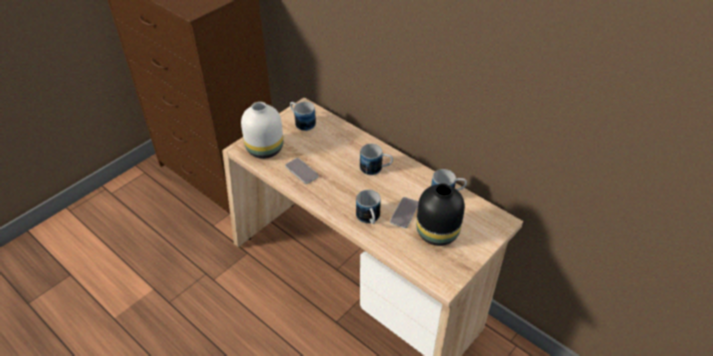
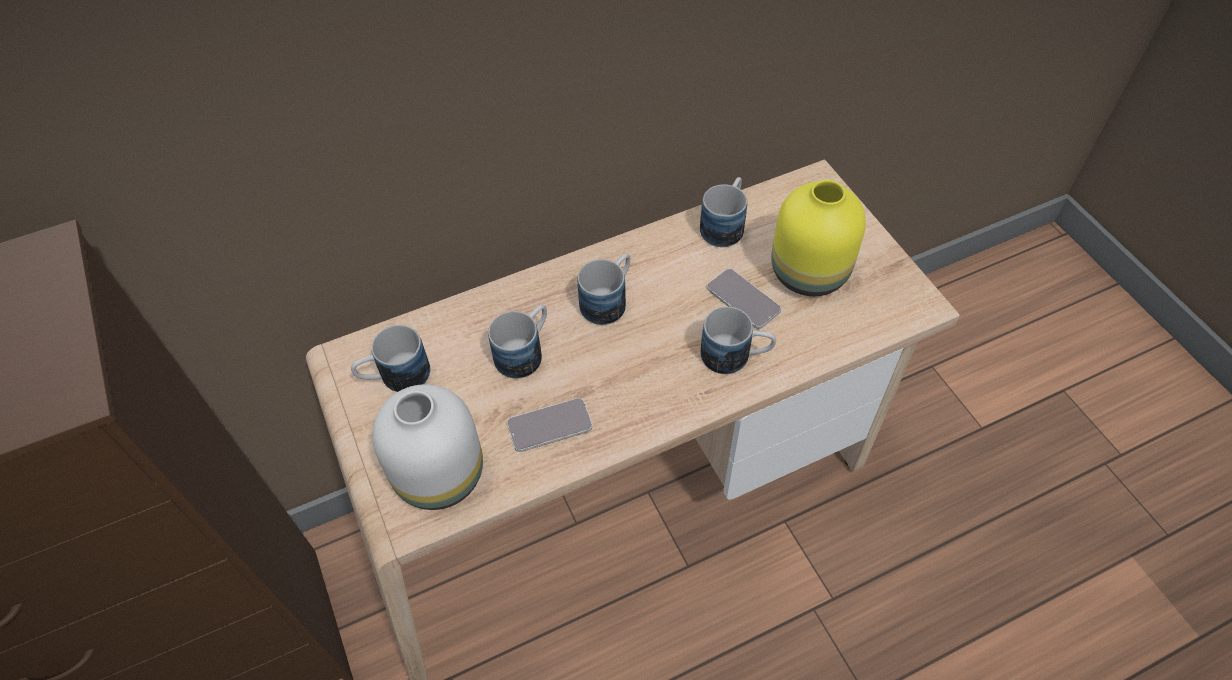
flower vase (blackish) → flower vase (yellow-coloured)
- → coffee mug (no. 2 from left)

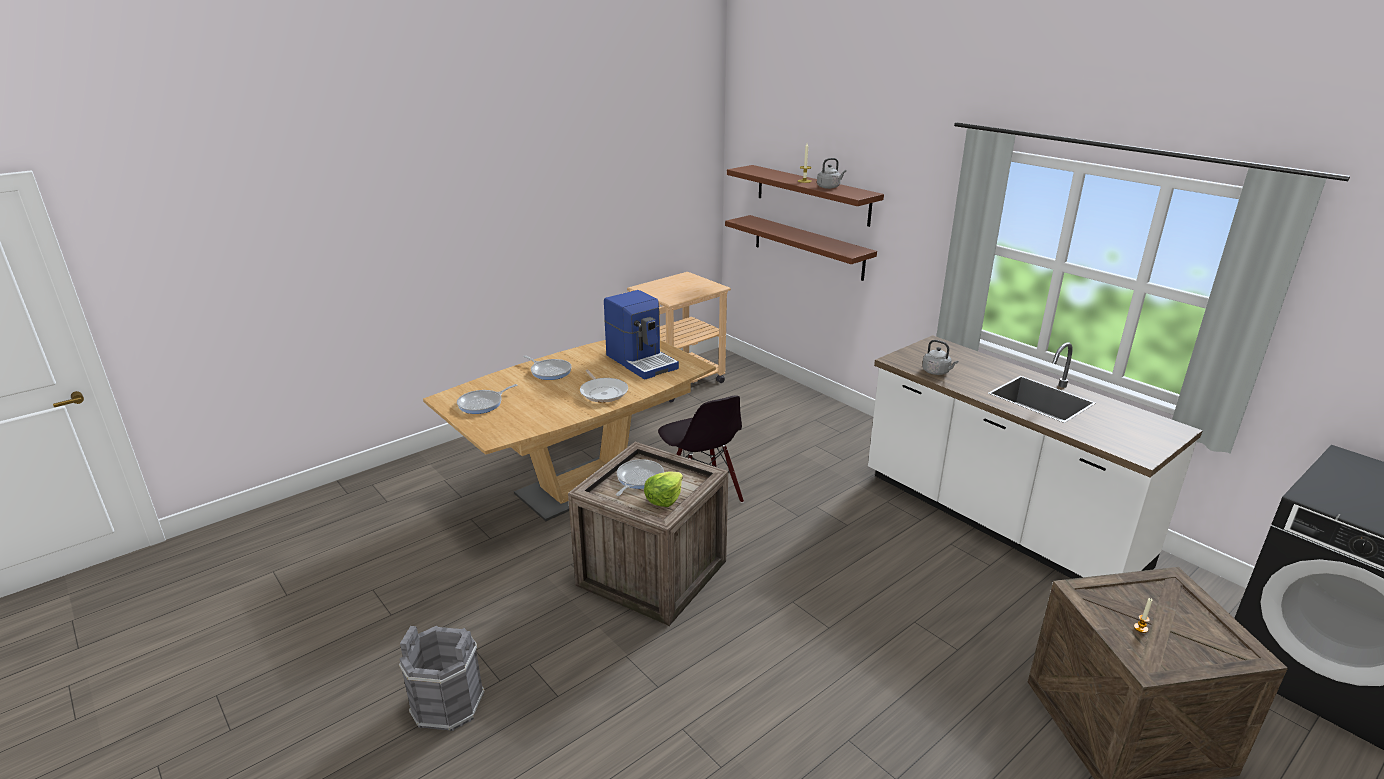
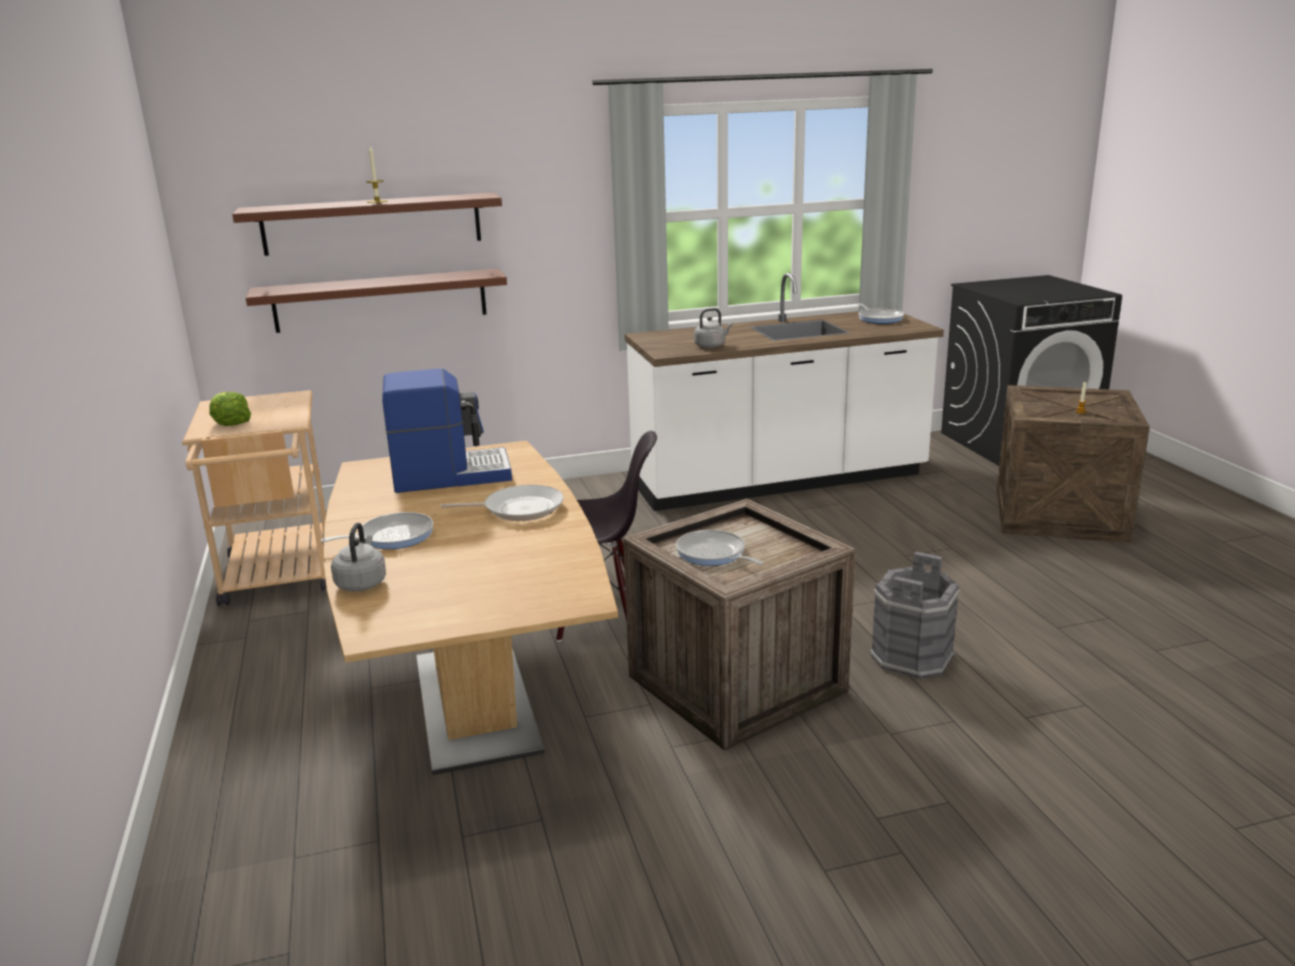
tea kettle (grey) (no. 1 from left), relocated
frying pan (no. 1 from left in the first image) → frying pan (no. 4 from left), relocated
lettuce, relocated
bucket (grey), relocated

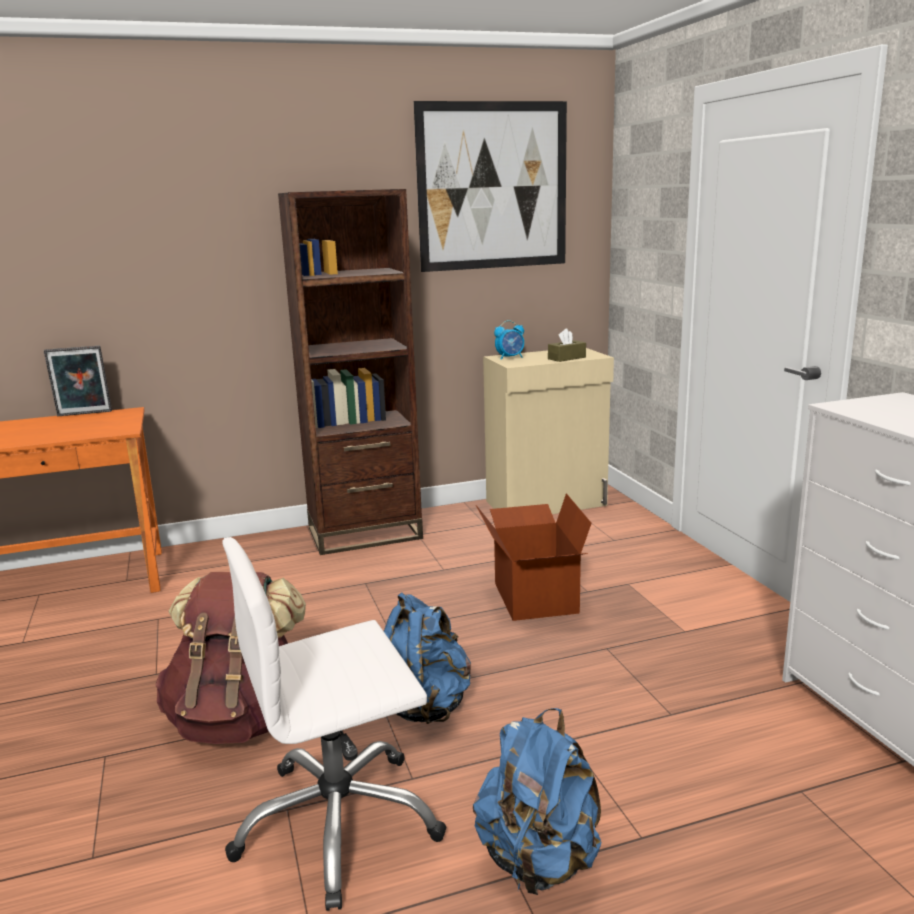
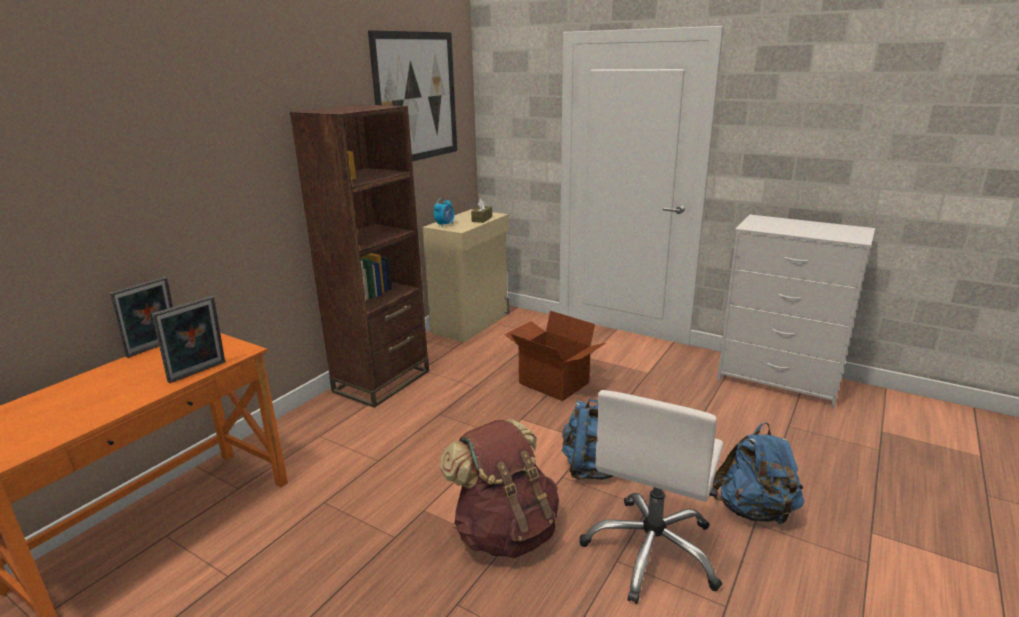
- → standing frame (no. 2 from left)

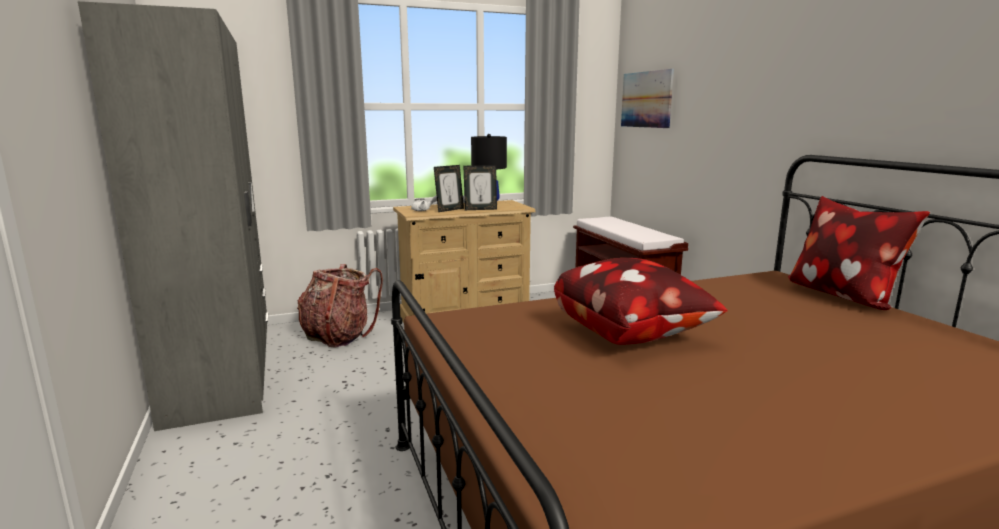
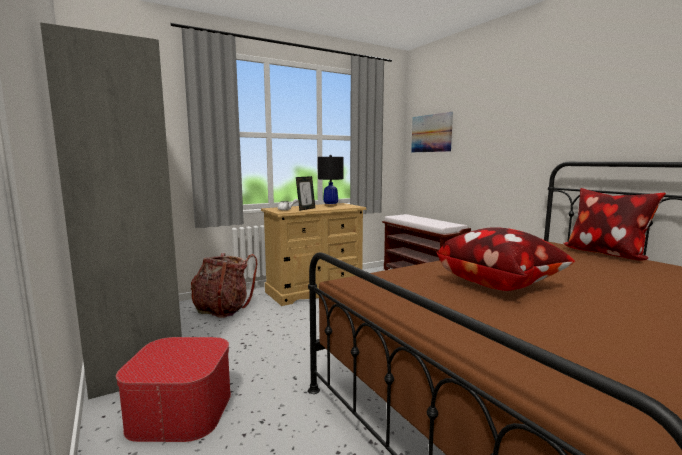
standing frame (no. 2 from left) → -
- → pouffe

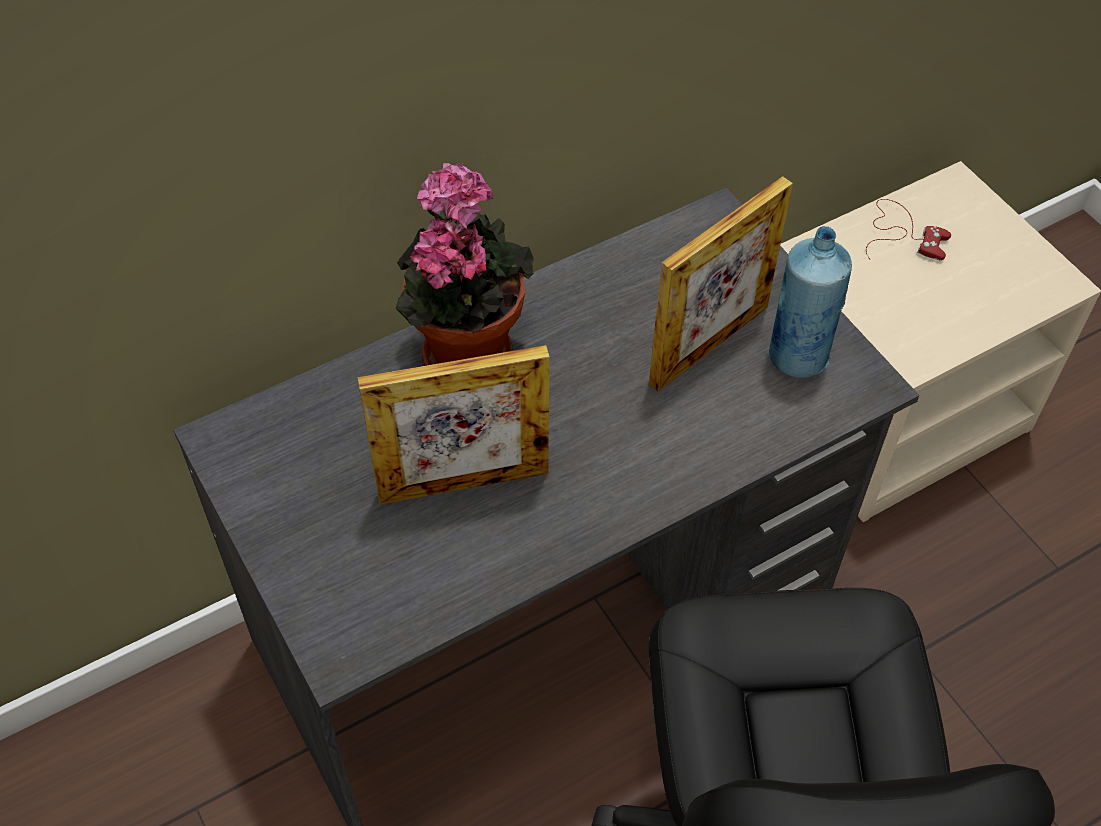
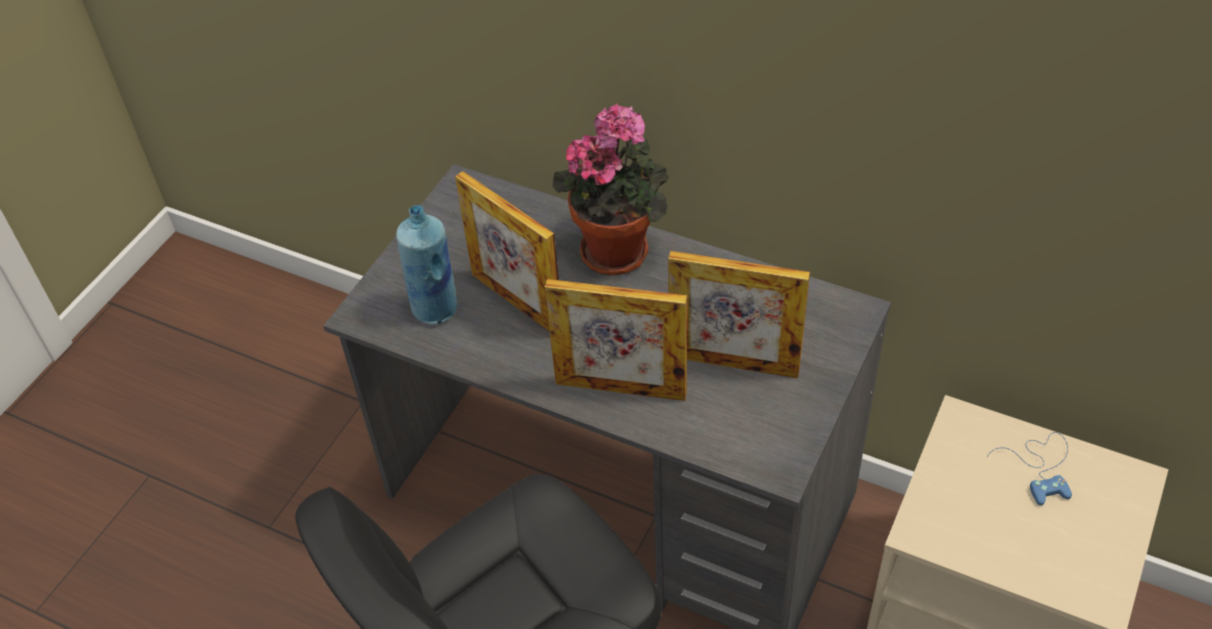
joypad (red) → joypad (bluish)
beverage bottle (bluish), relocated
- → standing frame (no. 2 from left)

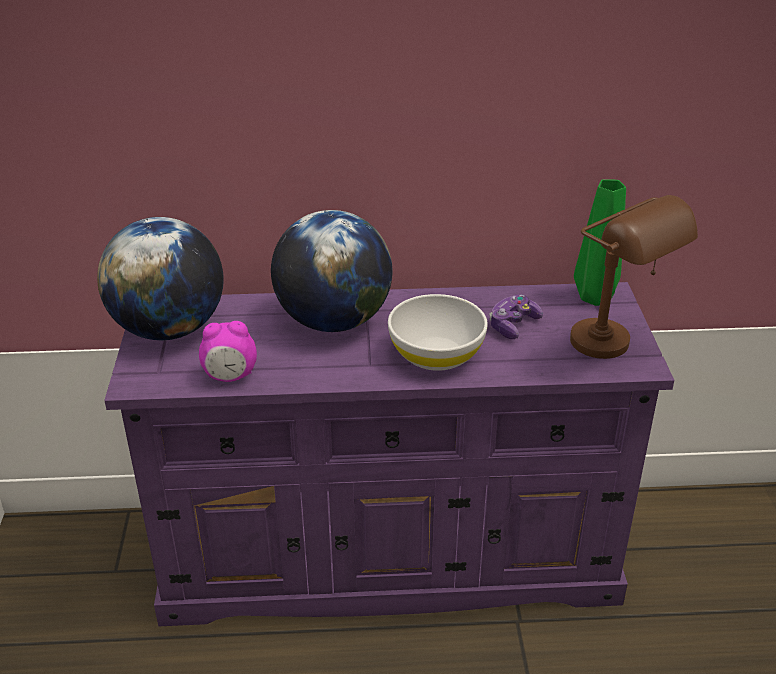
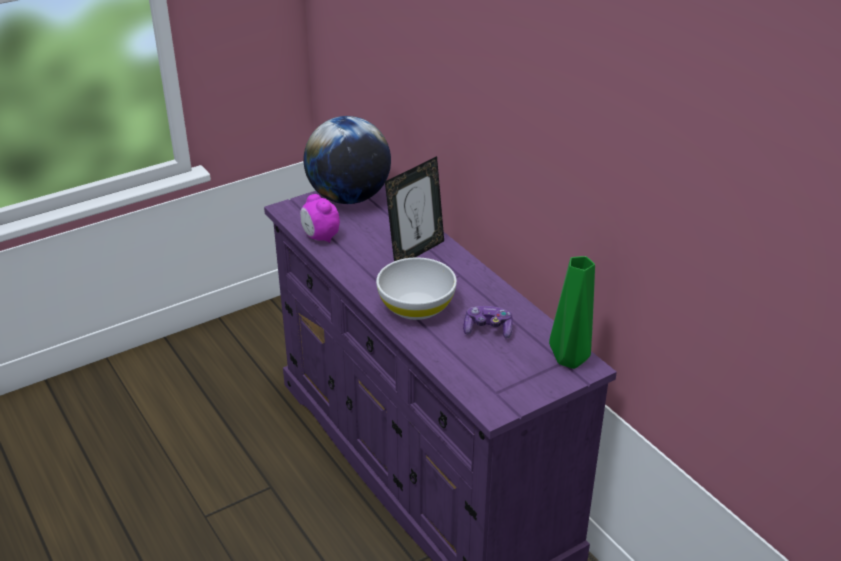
table lamp (brown-coloured) → -
desk globe (no. 2 from left) → standing frame

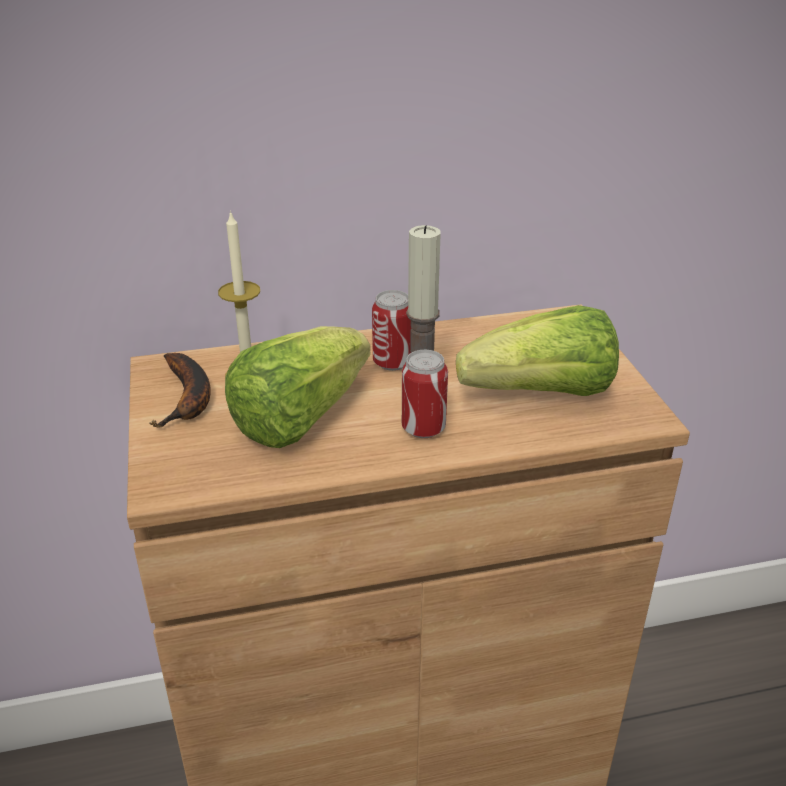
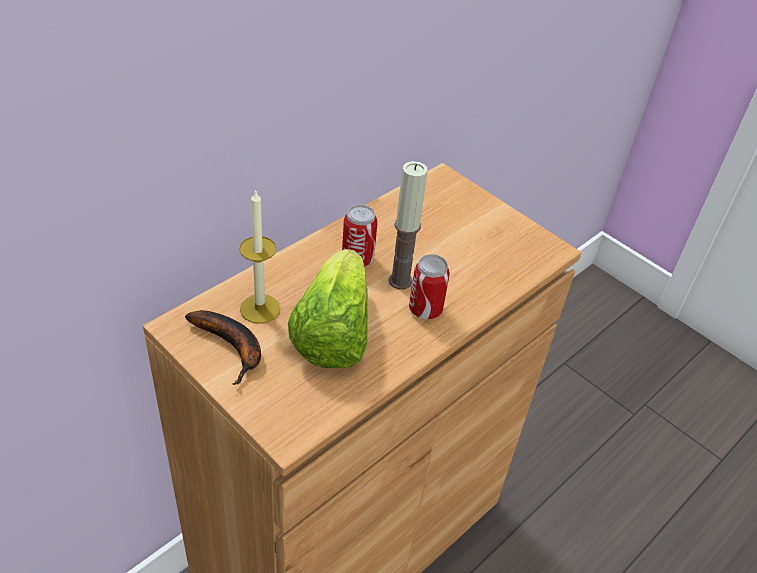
lettuce (no. 2 from left) → -

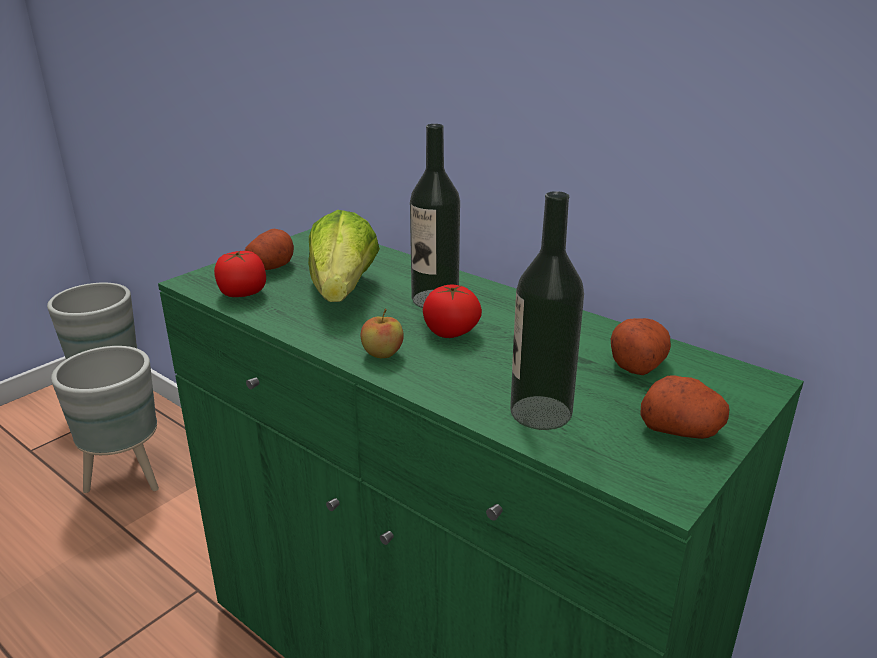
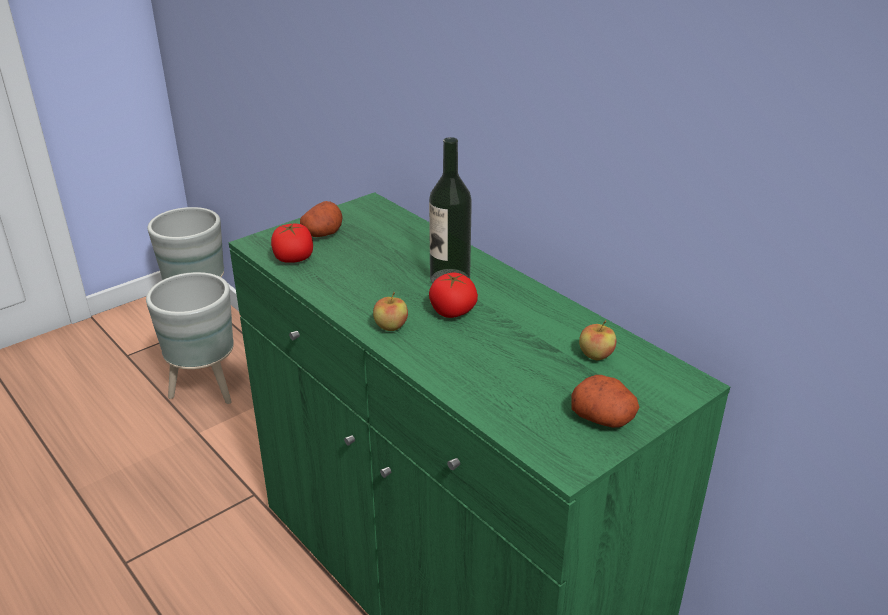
beverage bottle (no. 2 from left) → -
lettuce → -
whole potato (no. 2 from left) → apple fruit (no. 2 from left)

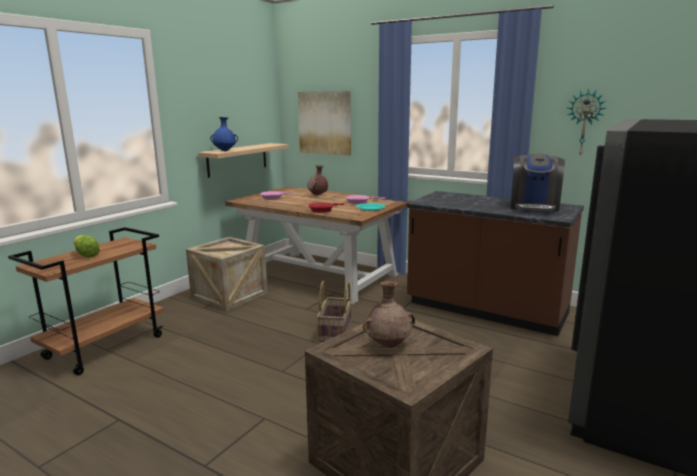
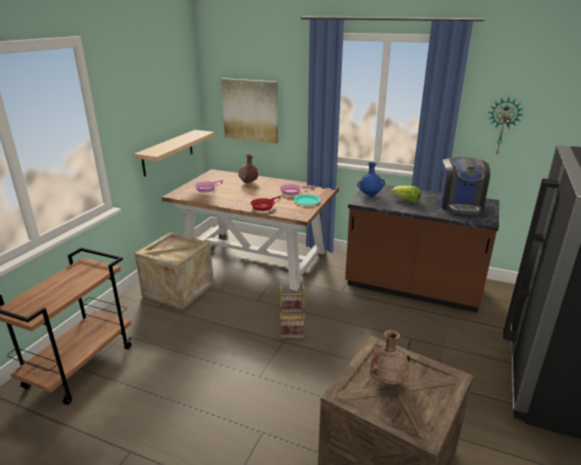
flower vase (bluish), relocated
lettuce, relocated

